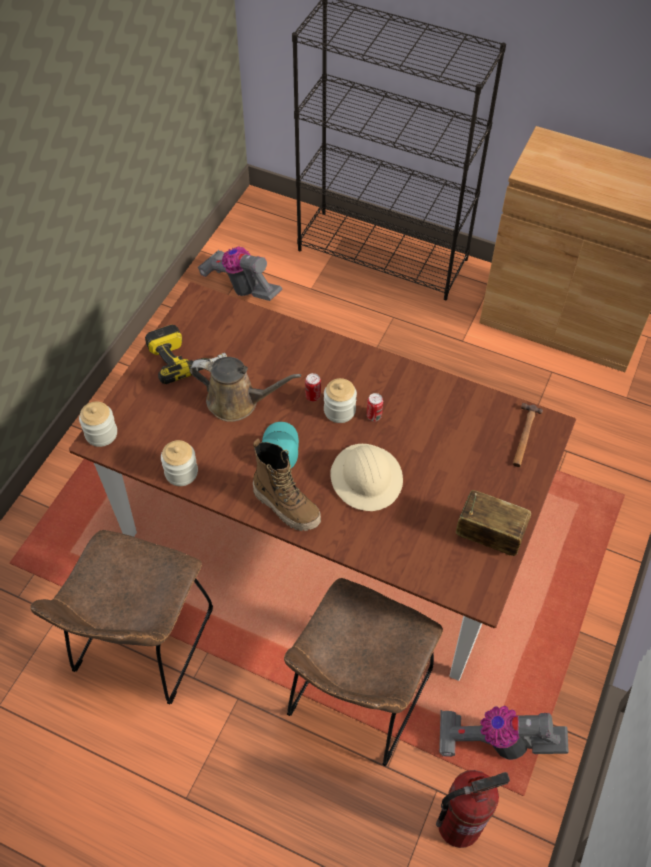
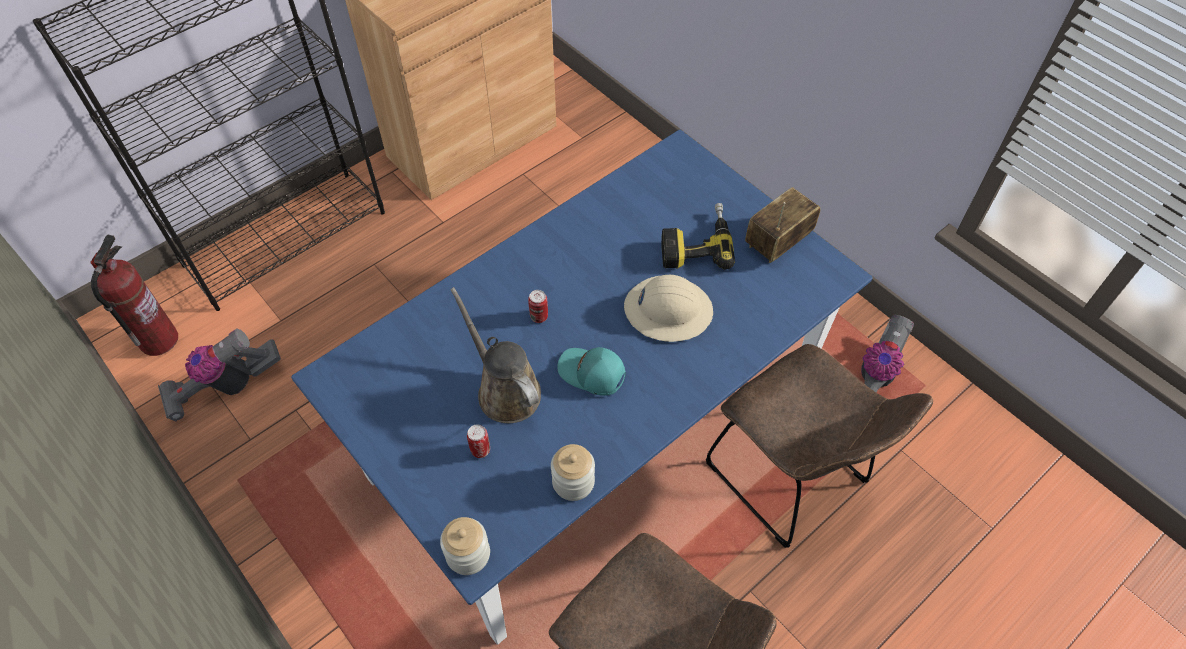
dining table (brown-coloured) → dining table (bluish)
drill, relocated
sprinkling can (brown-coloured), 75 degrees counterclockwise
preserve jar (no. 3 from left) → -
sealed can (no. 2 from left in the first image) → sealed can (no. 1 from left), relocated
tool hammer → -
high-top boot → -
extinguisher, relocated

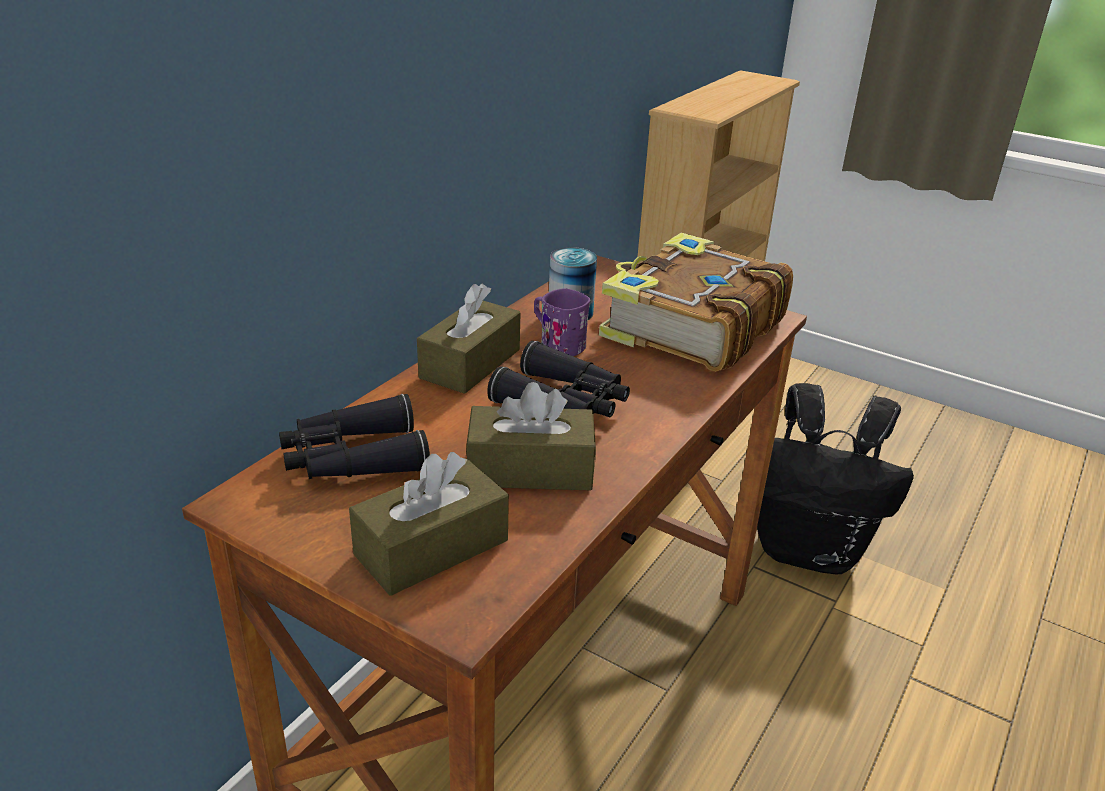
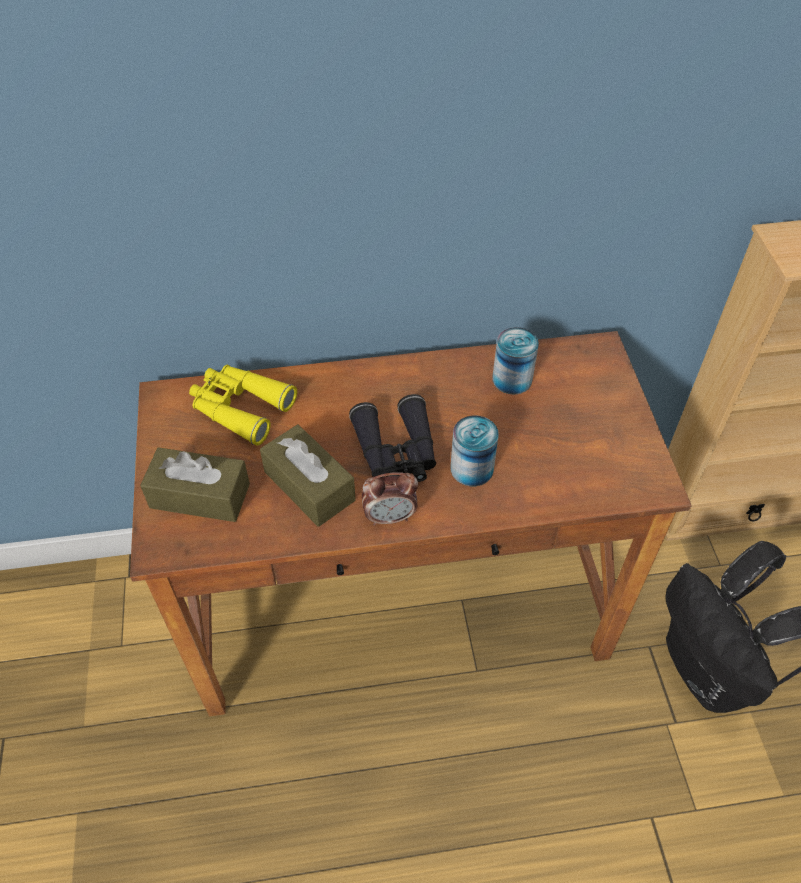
volume → -
box of tissues (brown-coloured) (no. 2 from left) → -
coffee mug (purple) → -
field glasses (blackish) (no. 1 from left) → field glasses (yellow-coloured)
- → sealed can (no. 1 from left)
- → table clock

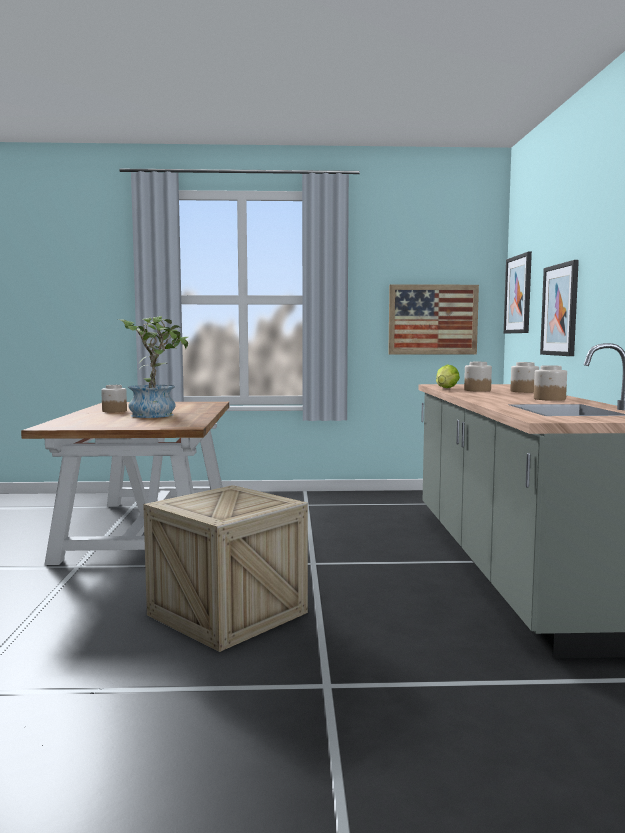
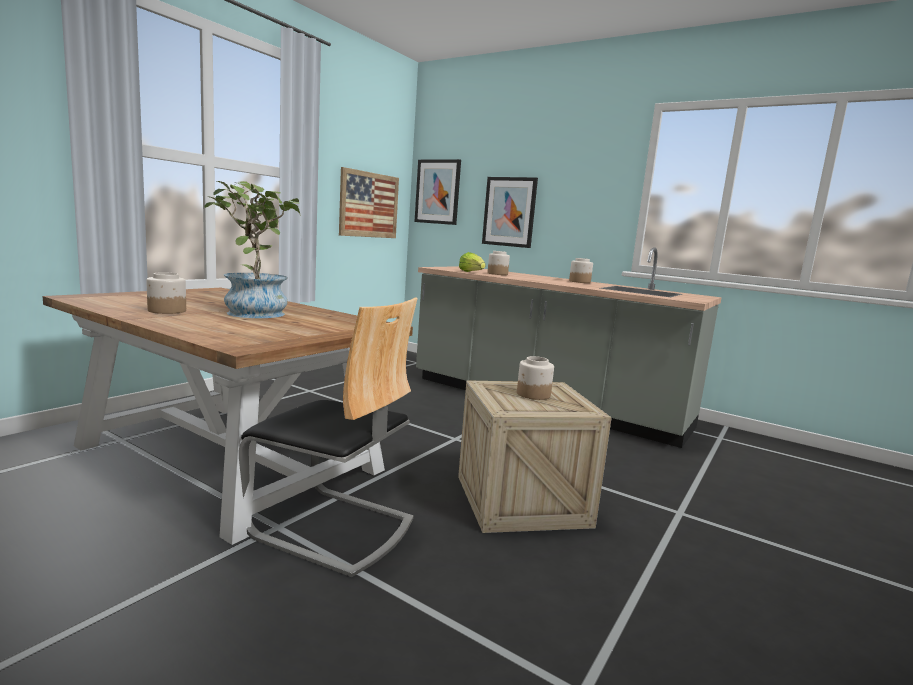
preserve jar (no. 3 from left), relocated
- → plain chair

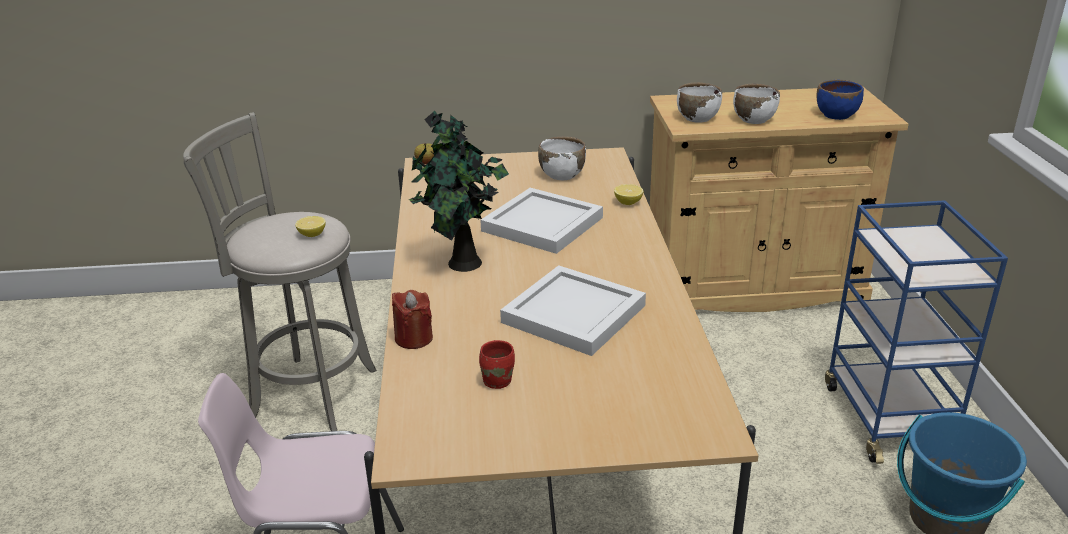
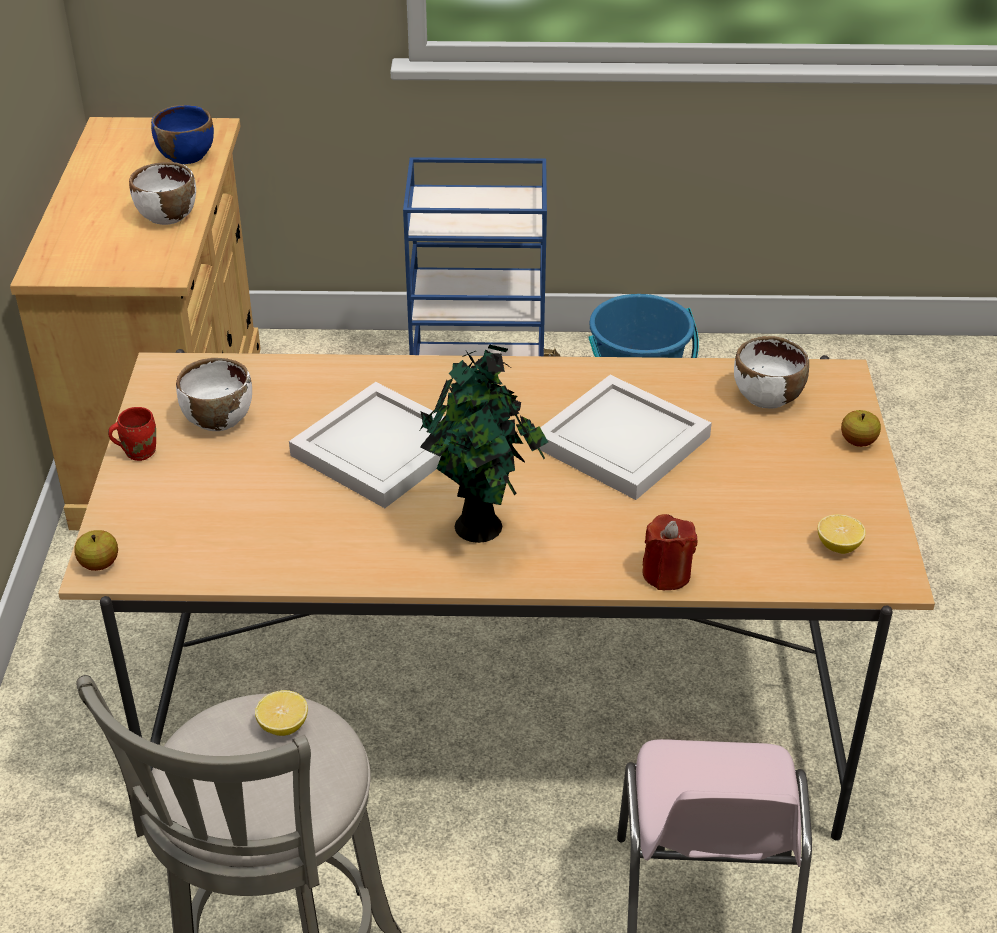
deep dish (white) (no. 2 from left in the first image) → deep dish (white) (no. 3 from left), relocated
lemon (no. 2 from left), relocated
coffee mug (red), relocated
- → apple fruit (no. 2 from left)

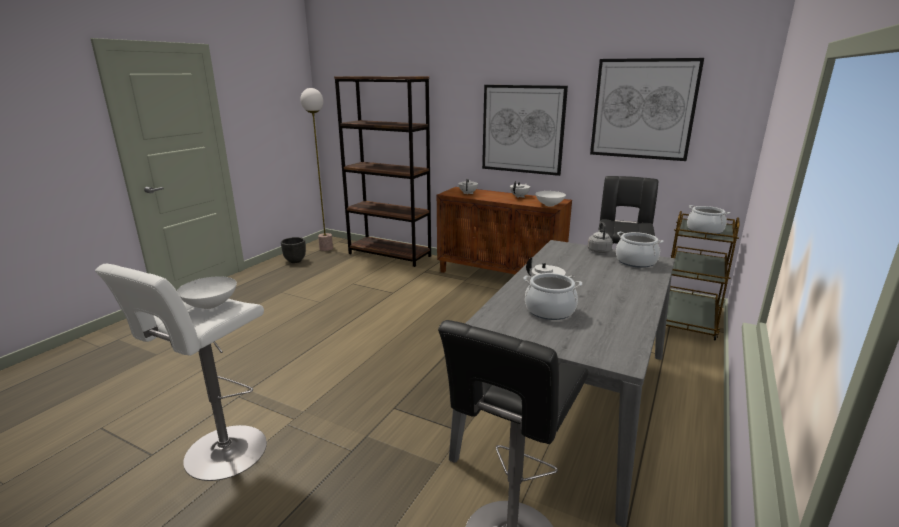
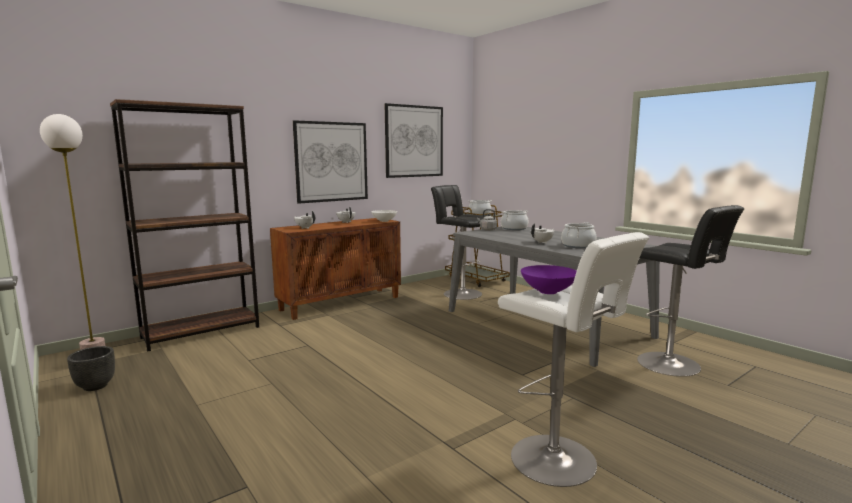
deep dish (white) (no. 1 from left) → deep dish (purple)

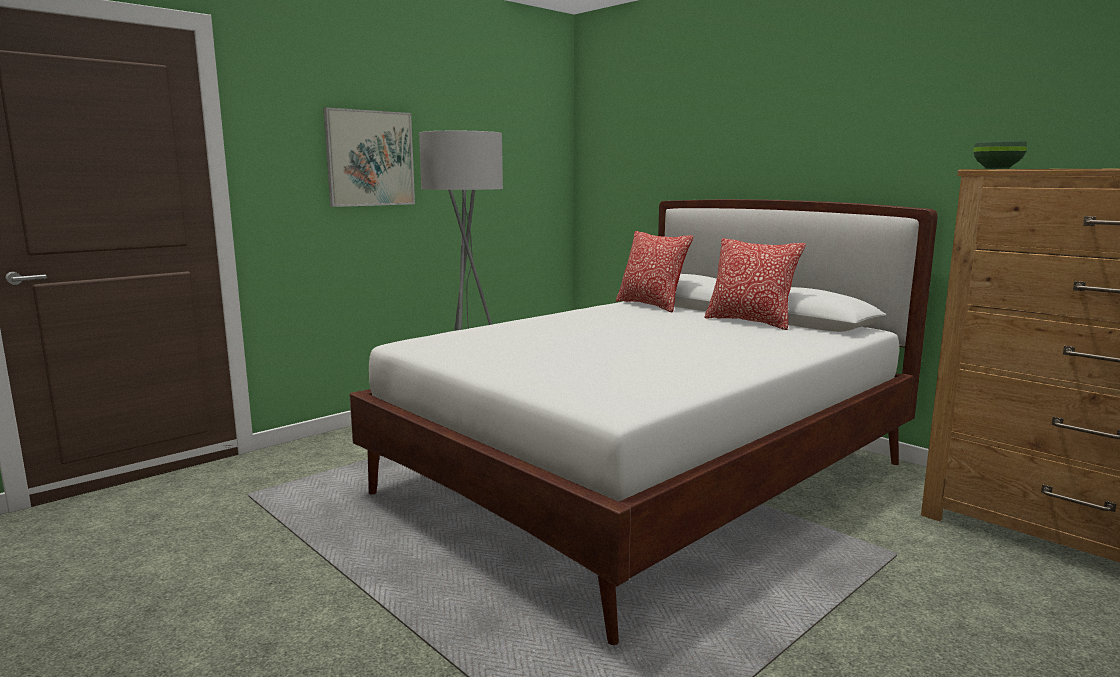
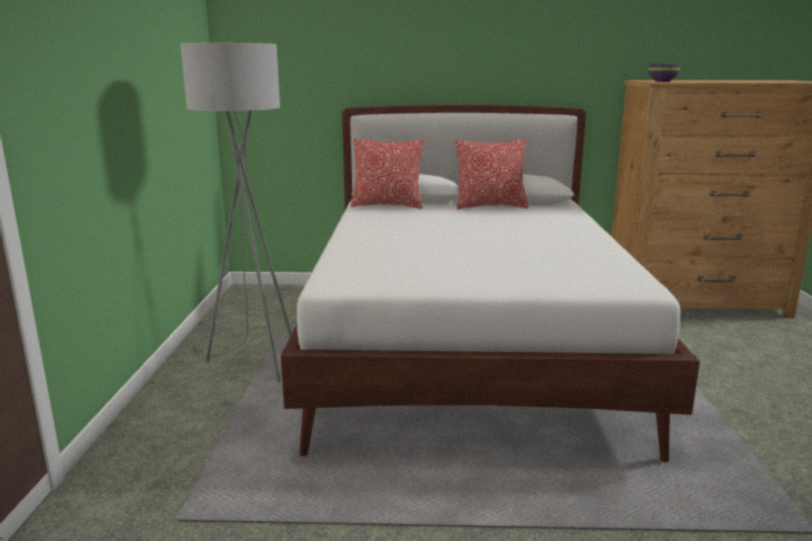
wall picture → -
deep dish (green) → deep dish (purple)

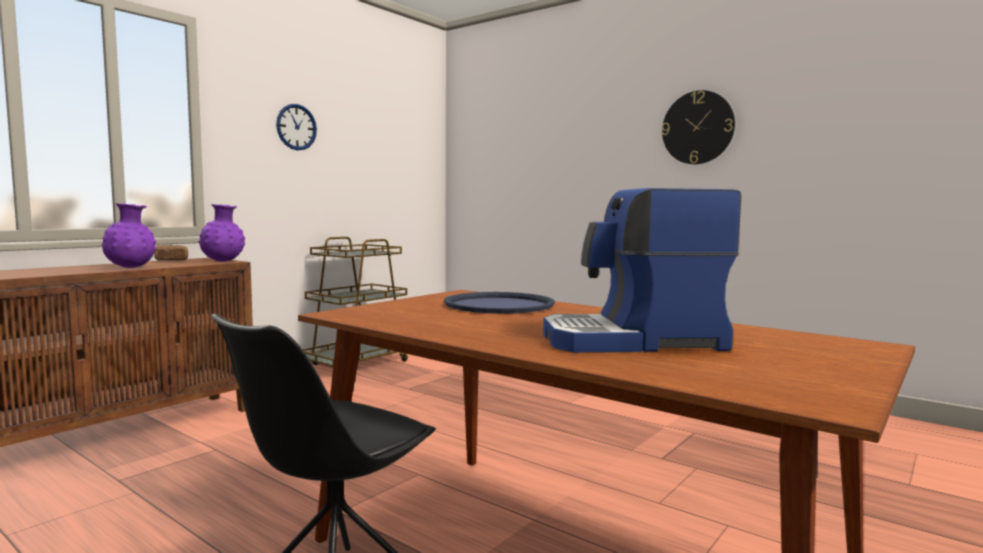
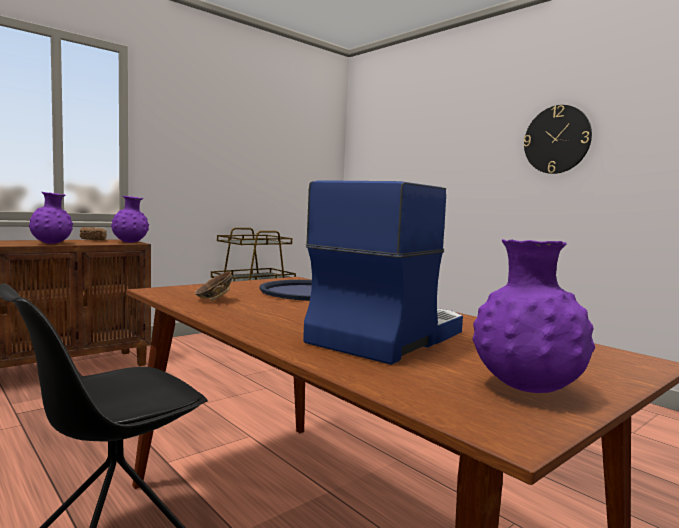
hanging clock (no. 1 from left) → -
coffee brewer, 120 degrees clockwise
- → flower vase (purple) (no. 3 from left)
- → deep dish

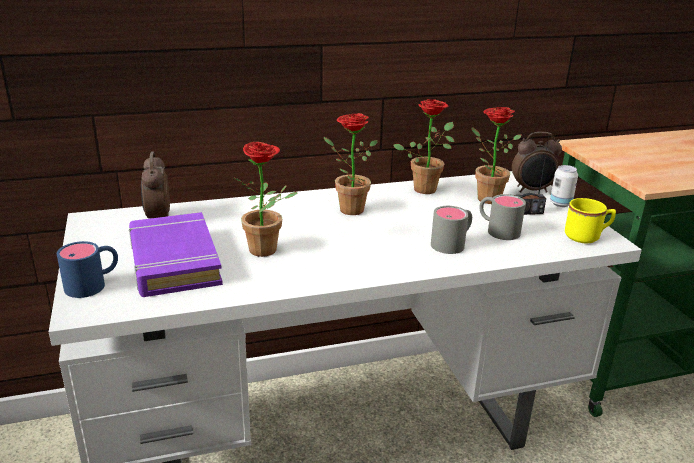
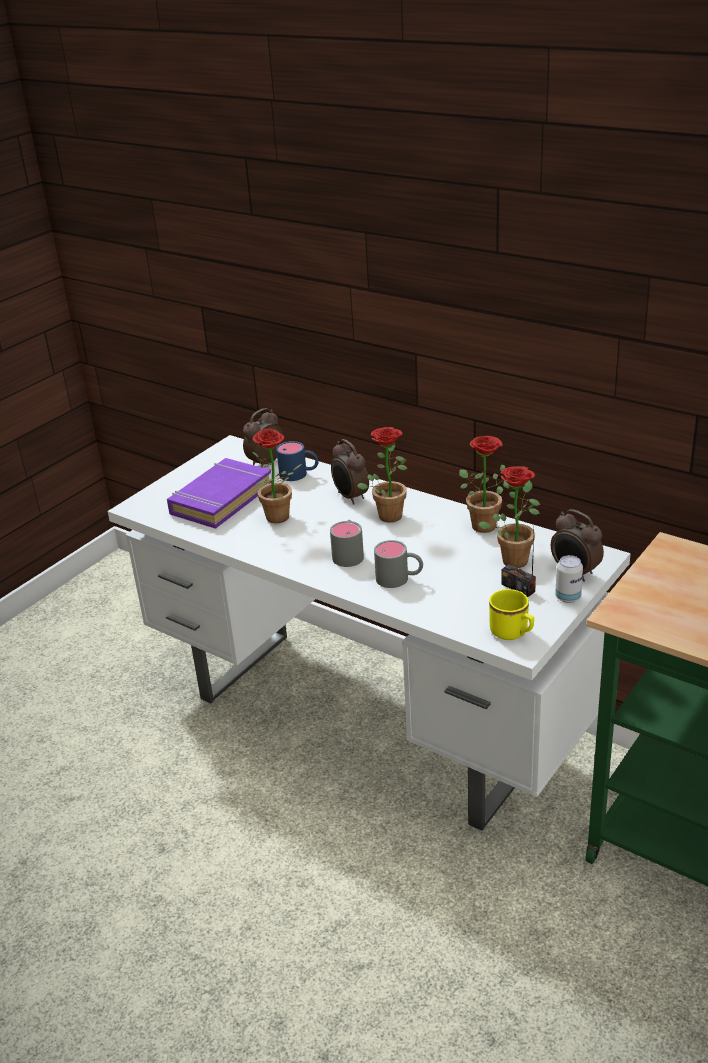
coffee mug (grey) (no. 2 from left in the first image) → coffee mug (grey) (no. 1 from left), relocated
coffee mug (bluish), relocated
- → table clock (no. 2 from left)

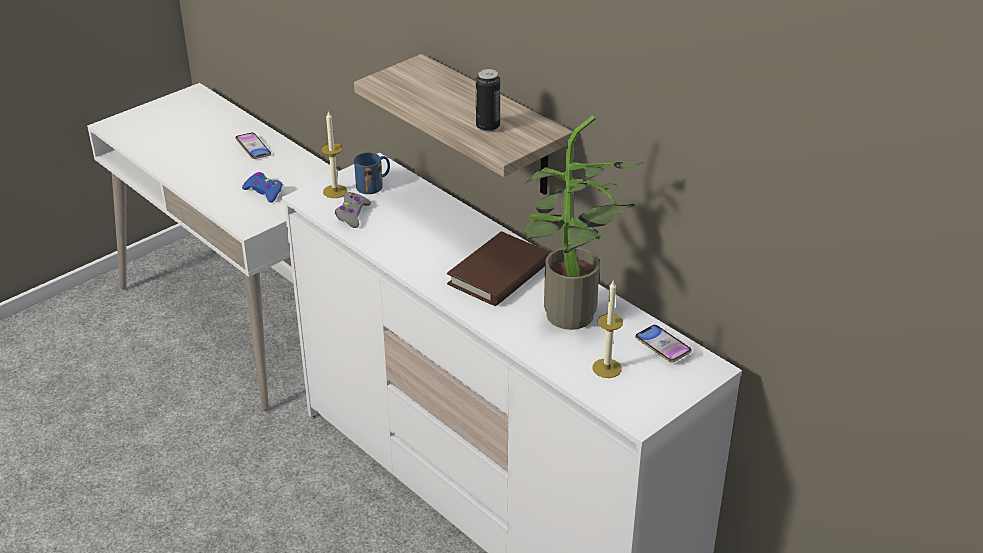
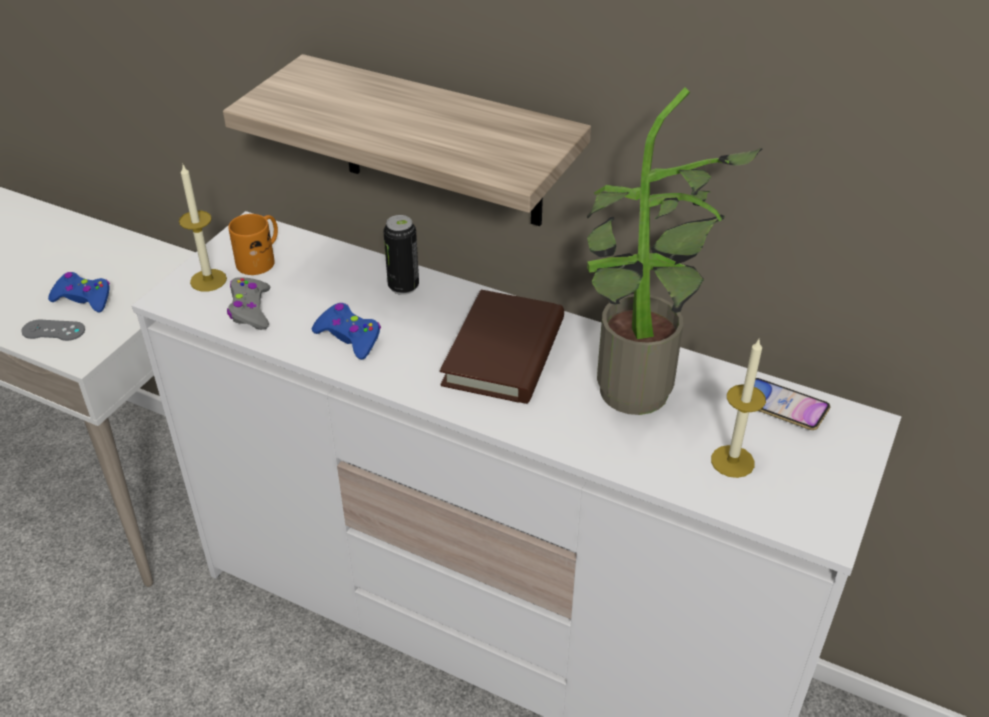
sealed can, relocated
telephone (no. 1 from left) → -
coffee mug (bluish) → coffee mug (orange)
- → joypad (bluish) (no. 2 from left)
- → joypad (grey) (no. 1 from left)

